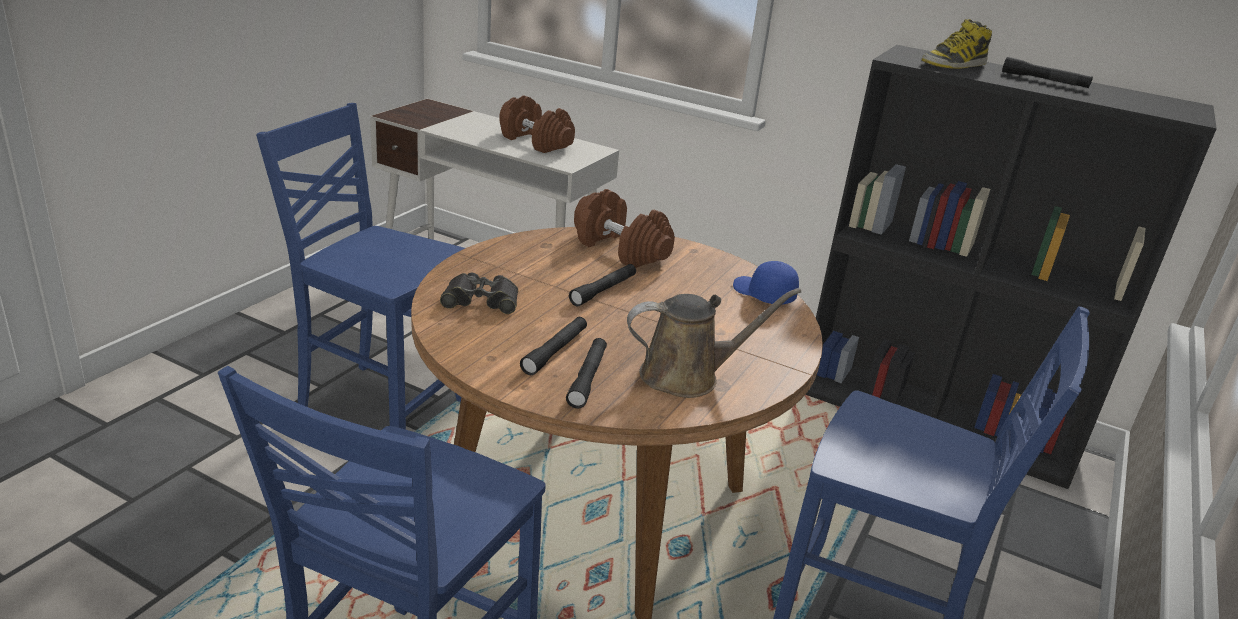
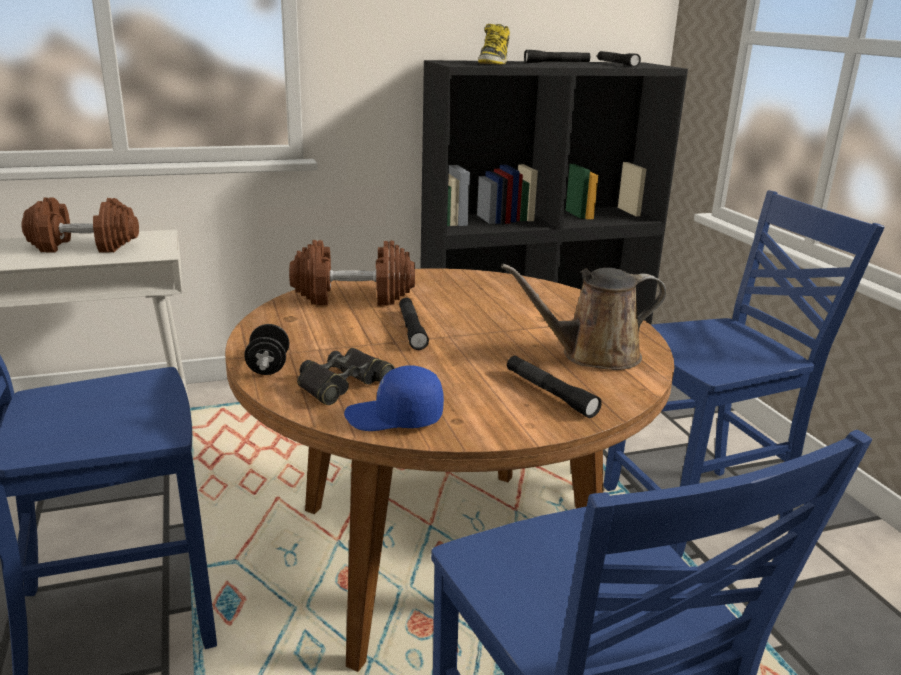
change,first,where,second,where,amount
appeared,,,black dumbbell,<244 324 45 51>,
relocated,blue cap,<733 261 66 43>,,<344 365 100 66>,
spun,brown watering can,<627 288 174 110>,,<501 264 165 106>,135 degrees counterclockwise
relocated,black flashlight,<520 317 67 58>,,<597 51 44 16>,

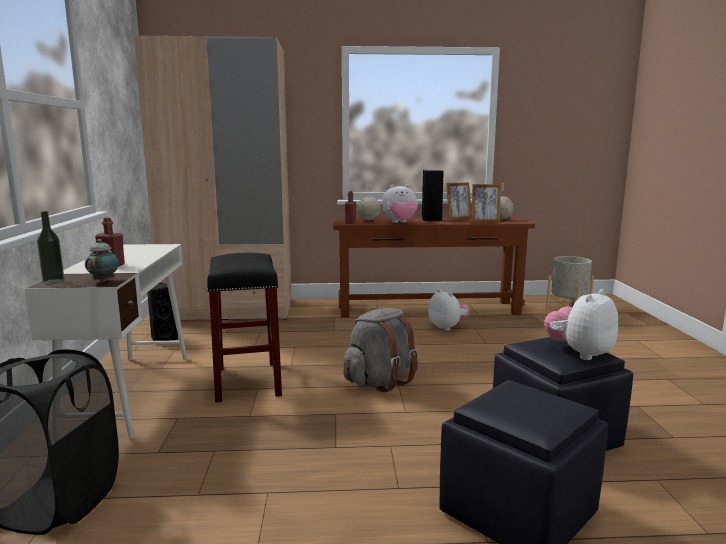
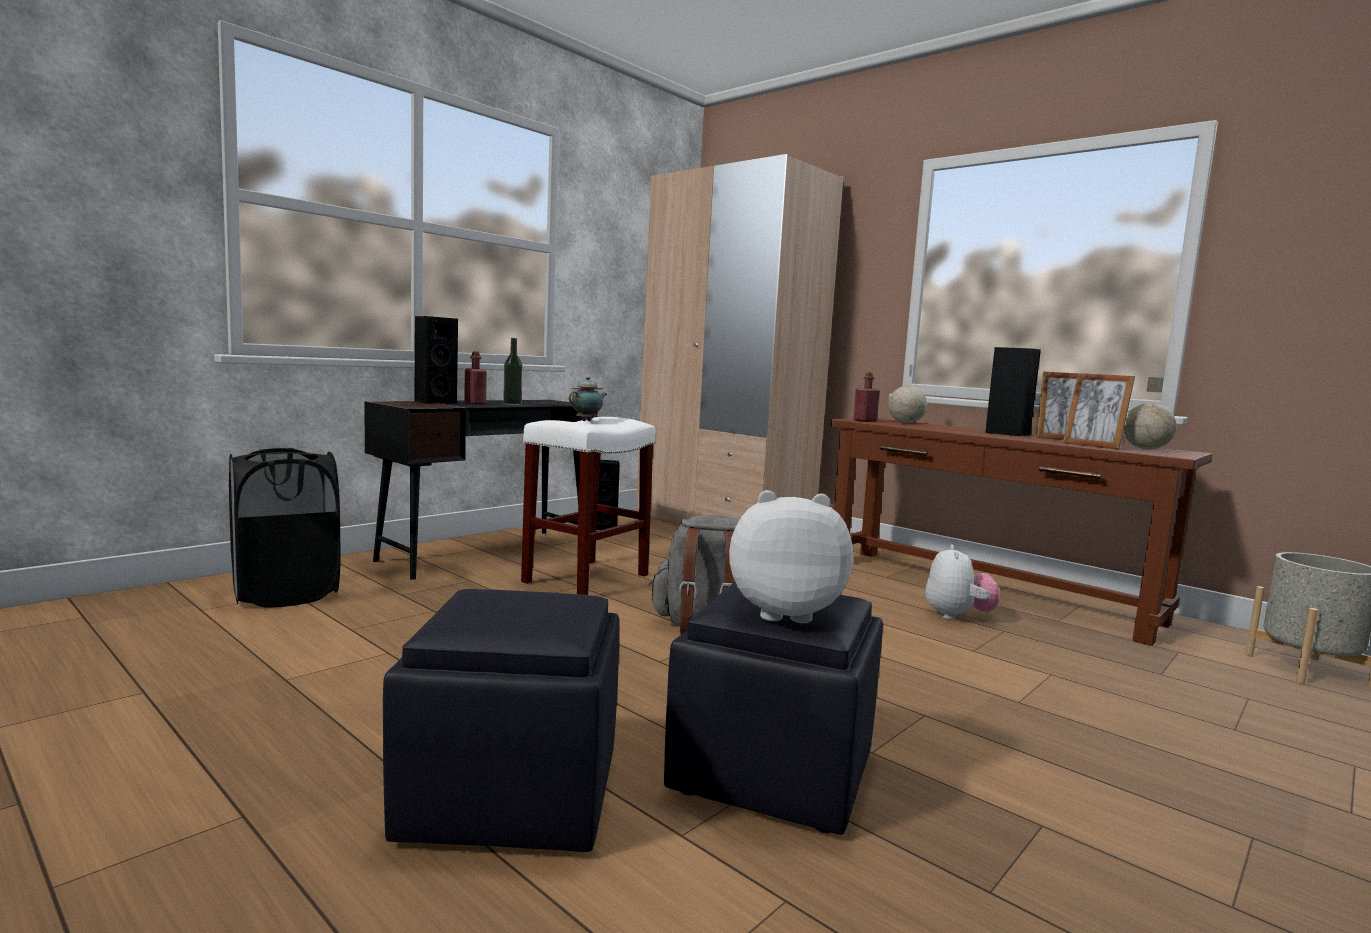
change,first,where,second,where,amount
colour,white desk,<25 244 162 195>,black desk,<364 400 233 180>,
appeared,,,black speaker,<415 316 43 88>,
relocated,bottle,<37 211 28 73>,,<503 338 20 67>,
colour,black stool,<207 253 75 150>,white stool,<521 417 135 178>,
relocated,teapot,<85 239 34 44>,,<569 377 38 44>,
missing,plush toy,<382 184 36 39>,,,

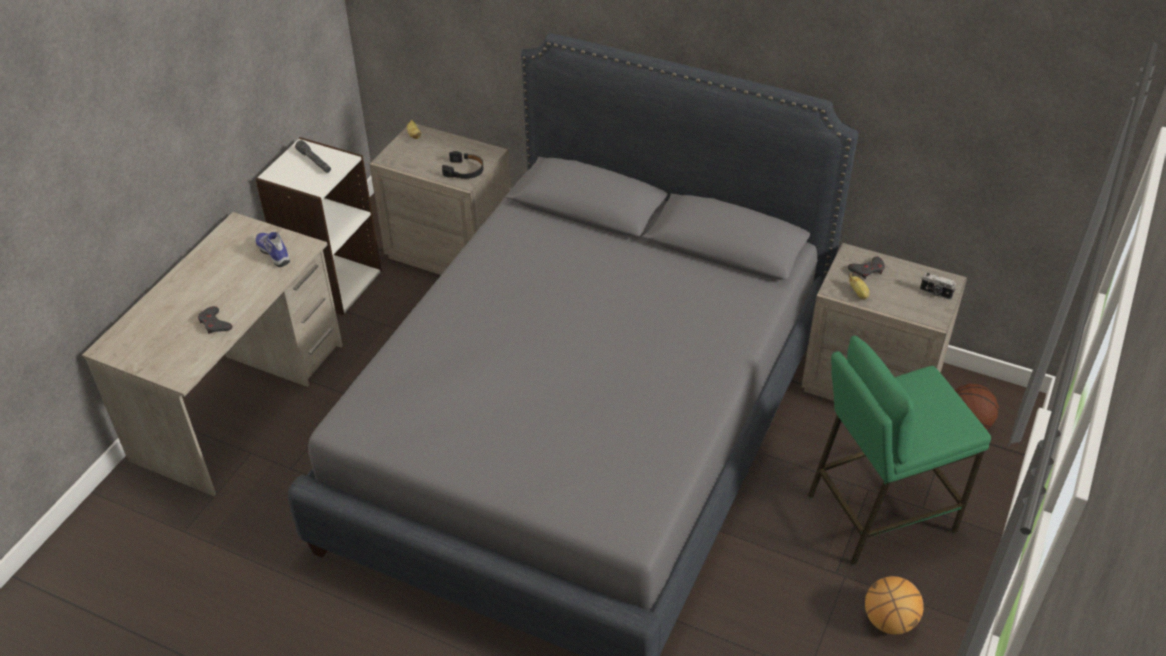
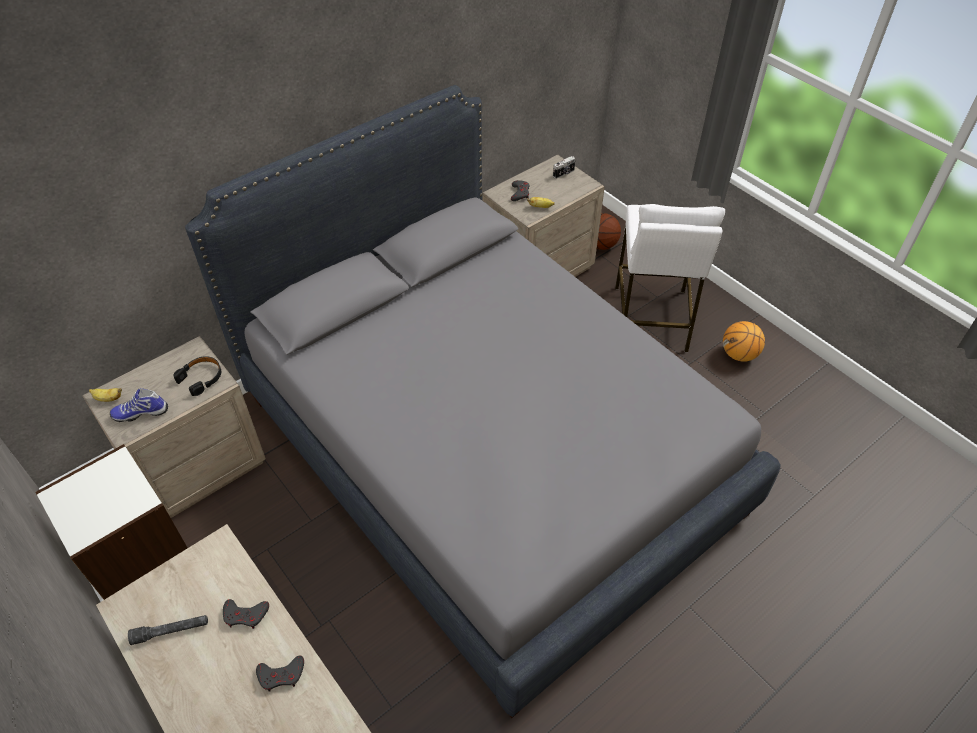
change,first,where,second,where,amount
relocated,shoe,<255 232 35 35>,,<110 388 58 34>,
relocated,grey flashlight,<295 140 36 33>,,<128 615 80 30>,
appeared,,,grey game controller,<223 599 46 30>,
colour,green stool,<808 336 183 229>,white stool,<615 204 110 148>,

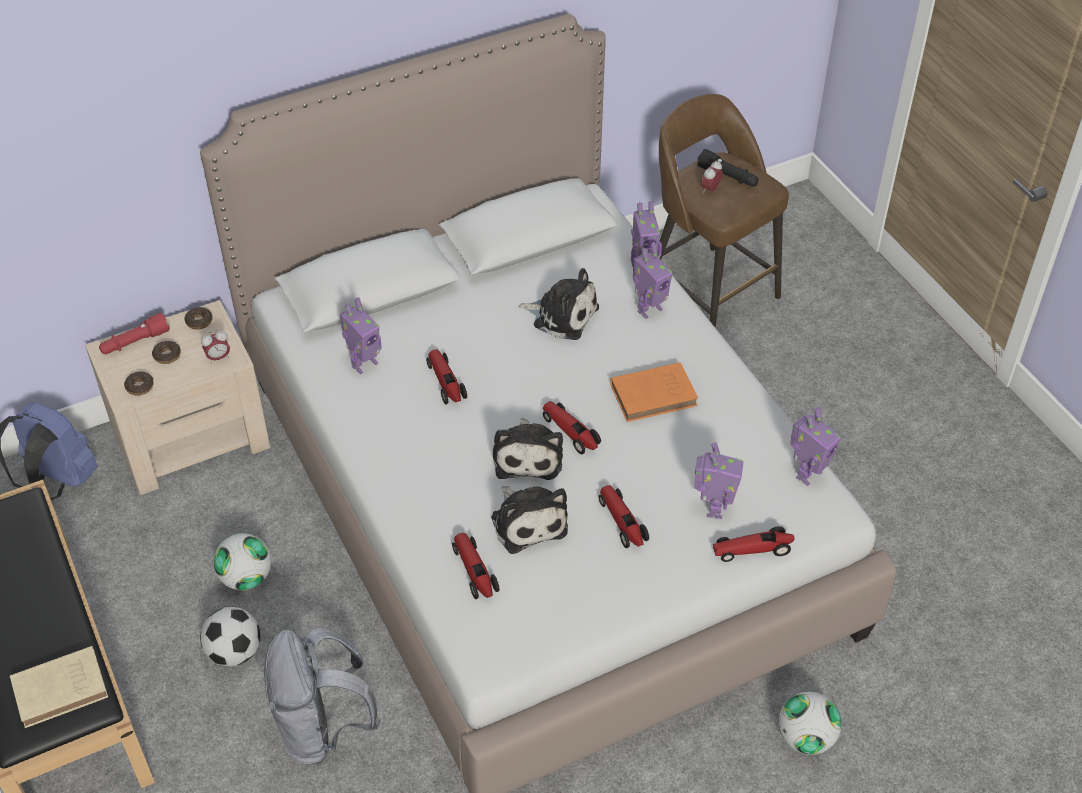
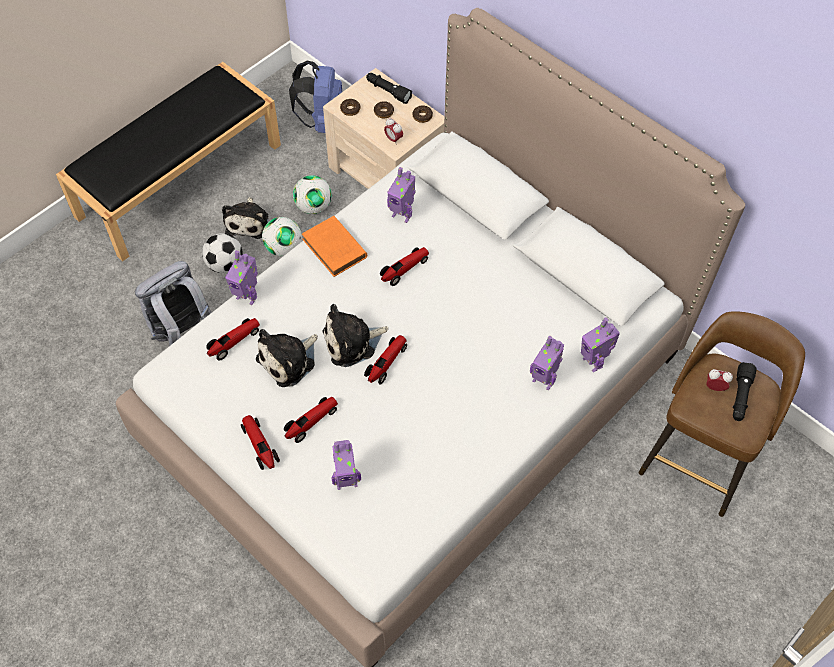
change,first,where,second,where,amount
relocated,plush toy,<518 268 81 72>,,<222 197 46 42>,
relocated,toy robot,<790 407 51 79>,,<225 250 33 55>,
relocated,toy car,<713 526 82 36>,,<241 415 39 55>,
relocated,football,<779 692 62 63>,,<293 175 38 39>,
relocated,orange book,<610 362 88 60>,,<302 216 65 61>,
colour,red flashlight,<99 313 71 41>,black flashlight,<366 73 46 31>,
missing,beige book,<10 646 98 82>,,,

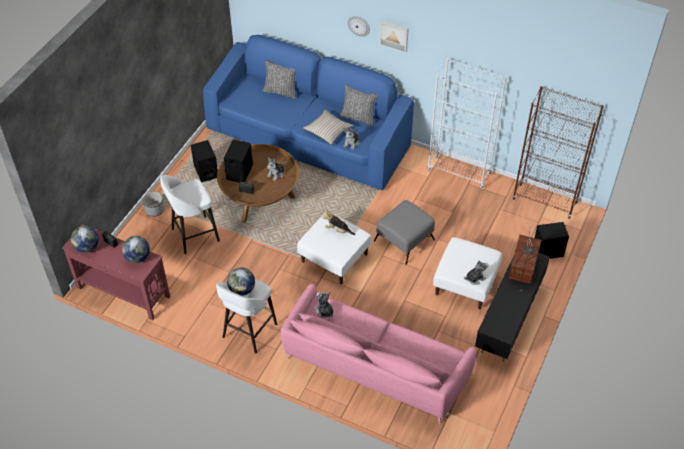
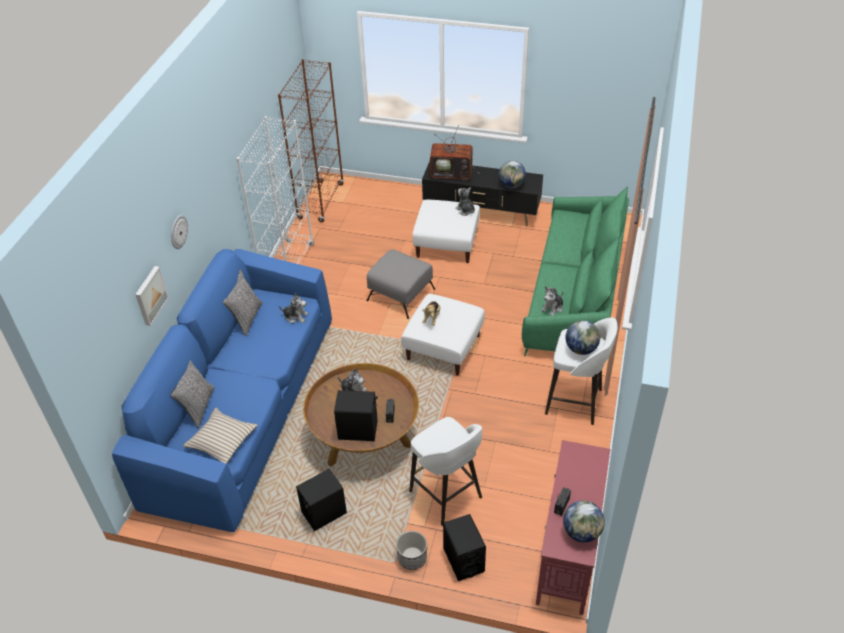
change,first,where,second,where,amount
relocated,picture,<379 20 30 33>,,<135 266 34 60>,
relocated,beige pillow,<303 110 50 35>,,<183 408 75 56>,
relocated,black speaker,<535 222 34 37>,,<443 514 43 67>,
relocated,globe,<122 236 28 27>,,<499 161 27 27>,
colour,pink sofa,<281 284 195 140>,green sofa,<522 186 107 170>,

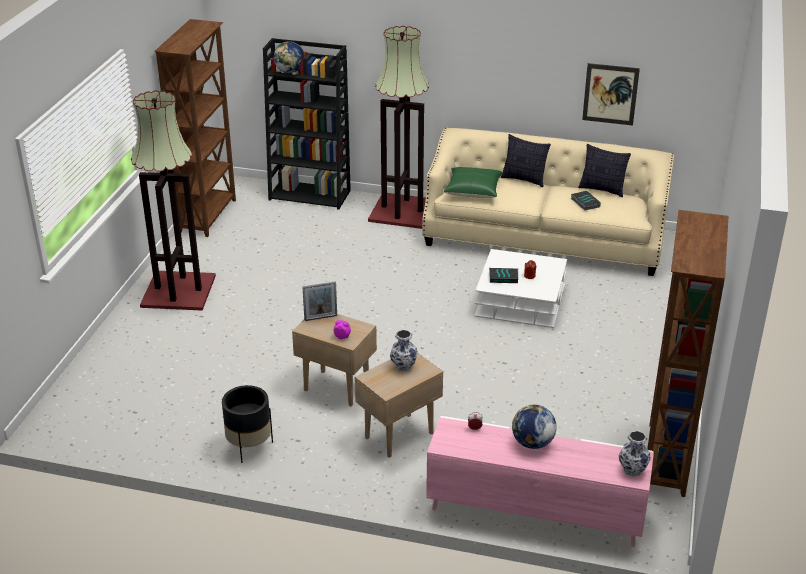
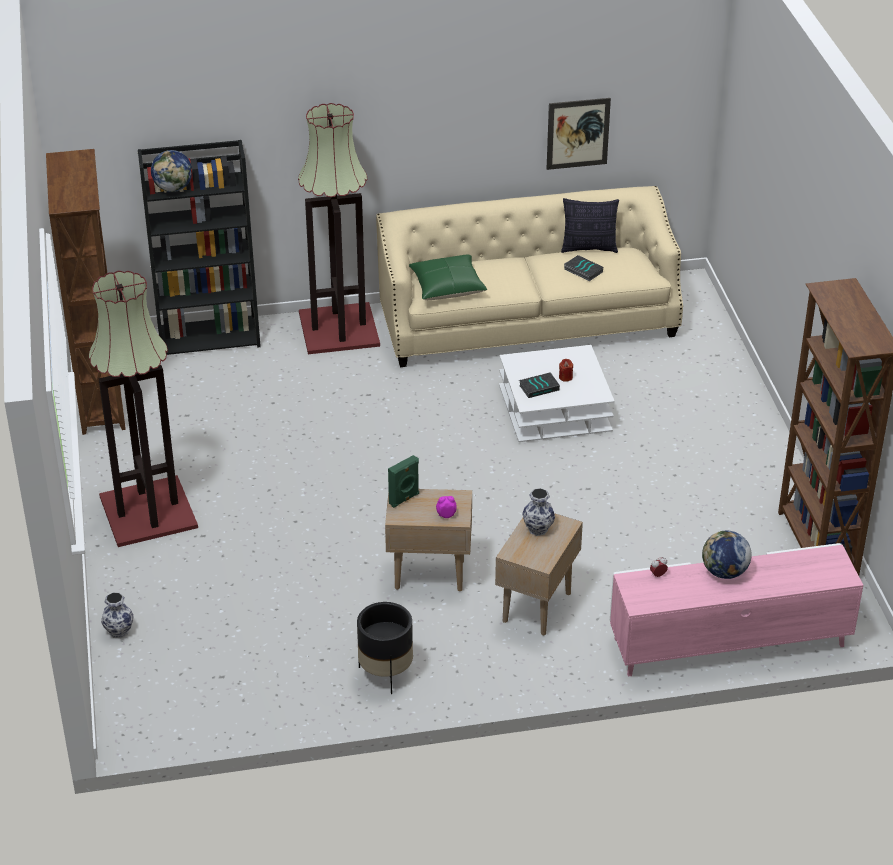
change,first,where,second,where,amount
relocated,vase,<619 431 32 46>,,<101 592 33 46>,
exchanged,picture frame,<302 281 35 40>,green speaker,<388 455 31 53>,
missing,pillow,<501 134 50 53>,,,

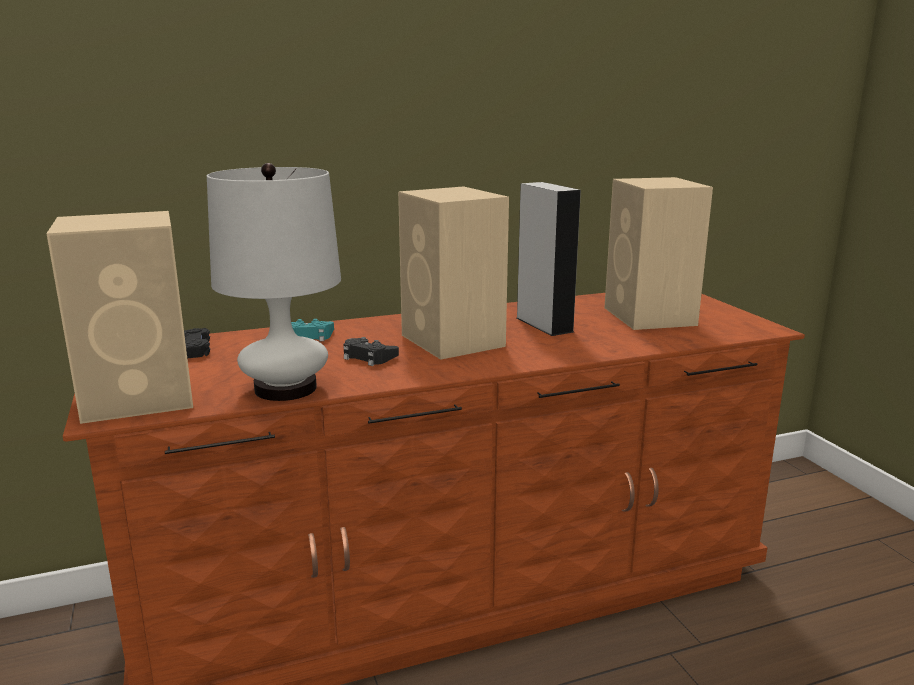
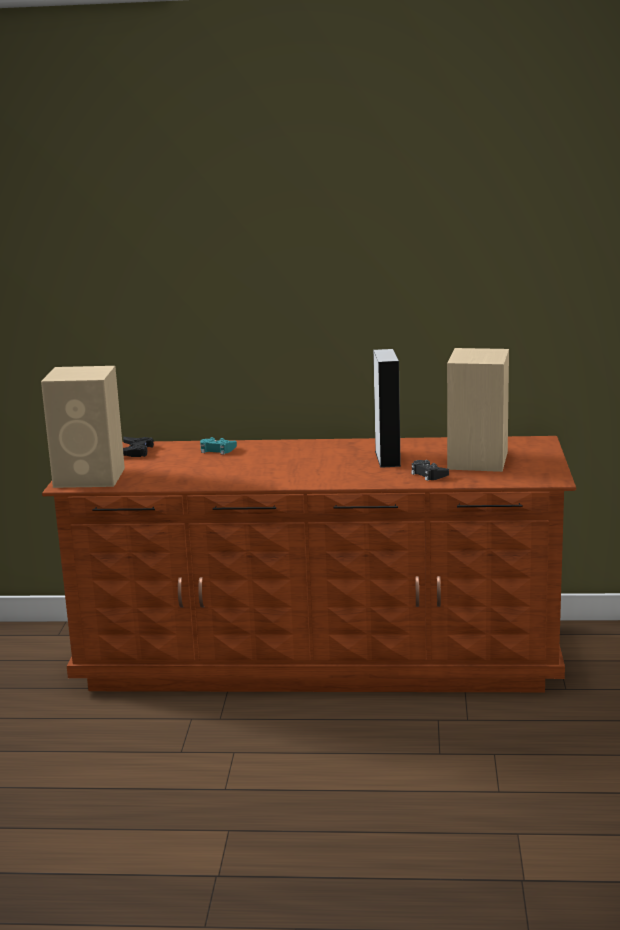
change,first,where,second,where,amount
relocated,black game controller,<343 337 56 29>,,<411 460 38 21>,
missing,white table lamp,<207 163 134 238>,,,
missing,beige speaker,<398 186 111 174>,,,

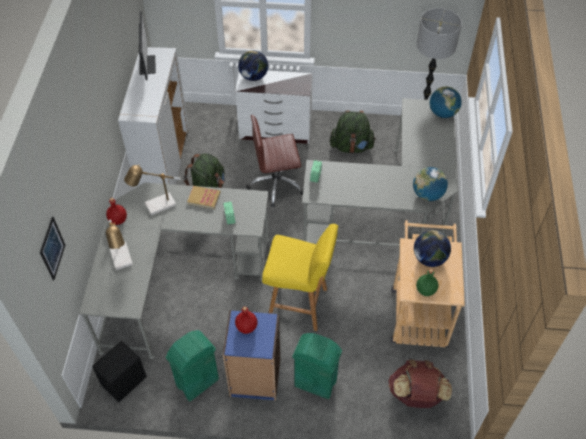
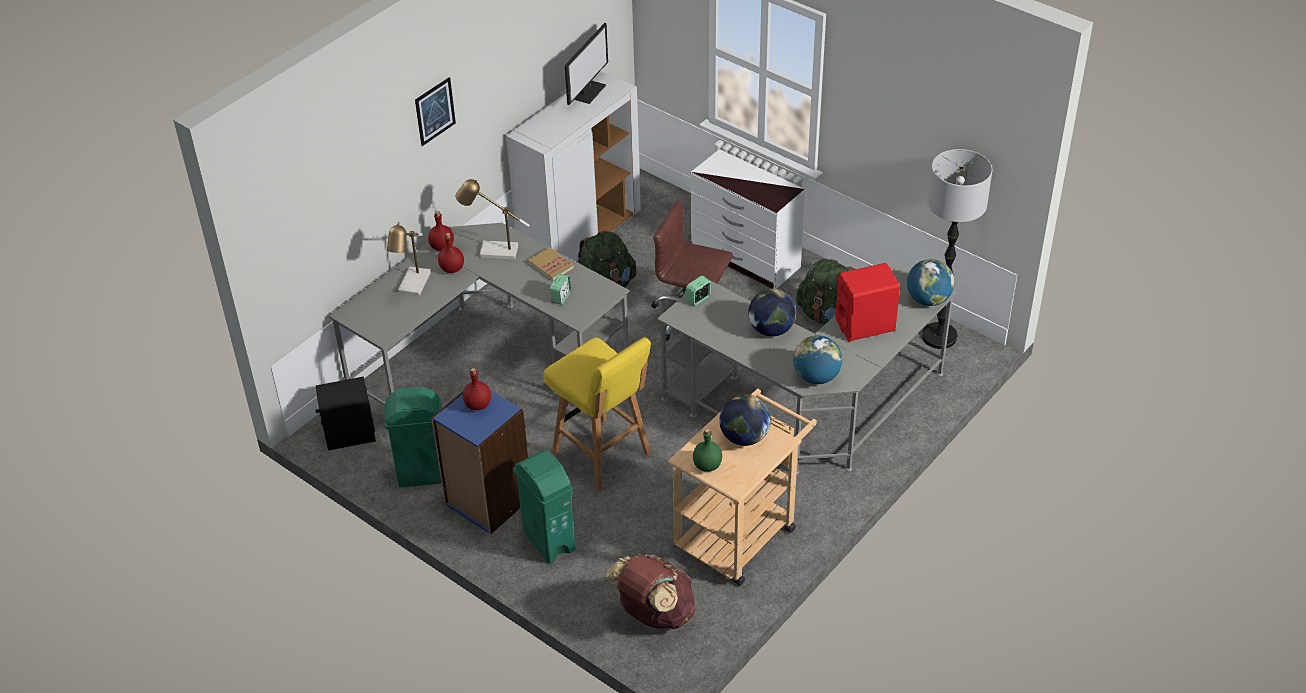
change,first,where,second,where,amount
relocated,picture,<40 216 25 64>,,<415 77 41 69>,
appeared,,,red bottle,<438 233 26 40>,
relocated,globe,<238 50 30 31>,,<748 289 48 47>,
appeared,,,red speaker,<836 263 64 78>,

